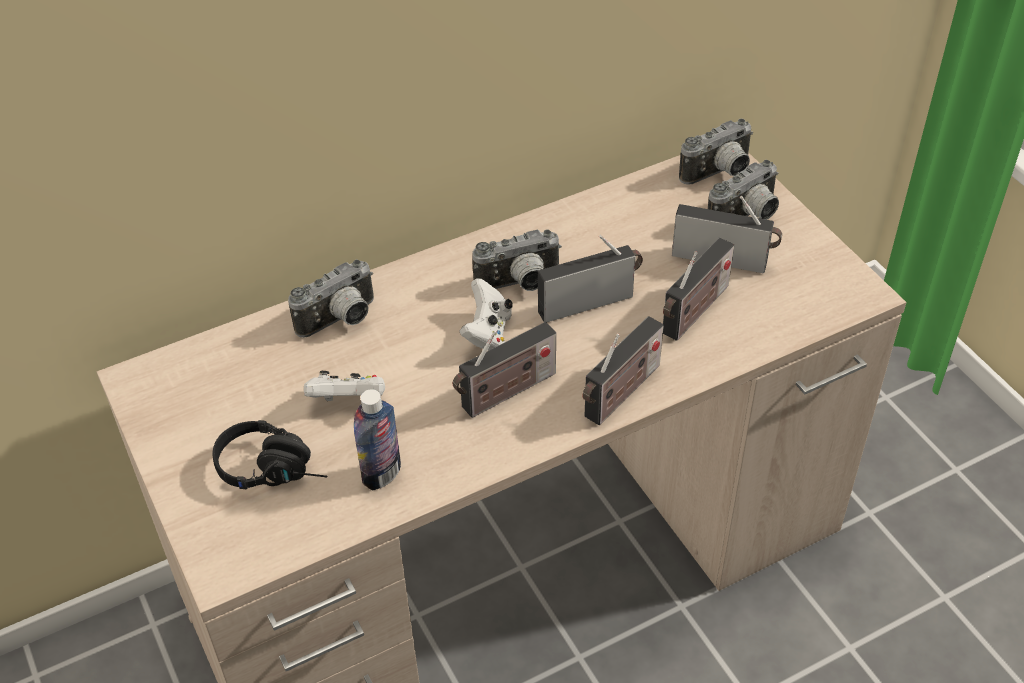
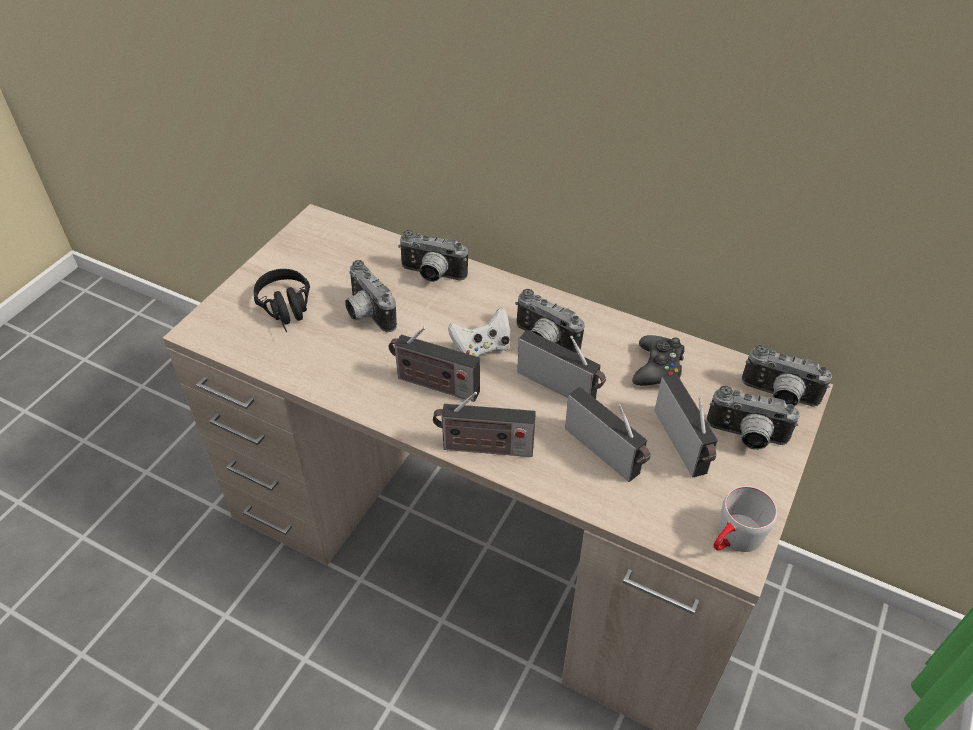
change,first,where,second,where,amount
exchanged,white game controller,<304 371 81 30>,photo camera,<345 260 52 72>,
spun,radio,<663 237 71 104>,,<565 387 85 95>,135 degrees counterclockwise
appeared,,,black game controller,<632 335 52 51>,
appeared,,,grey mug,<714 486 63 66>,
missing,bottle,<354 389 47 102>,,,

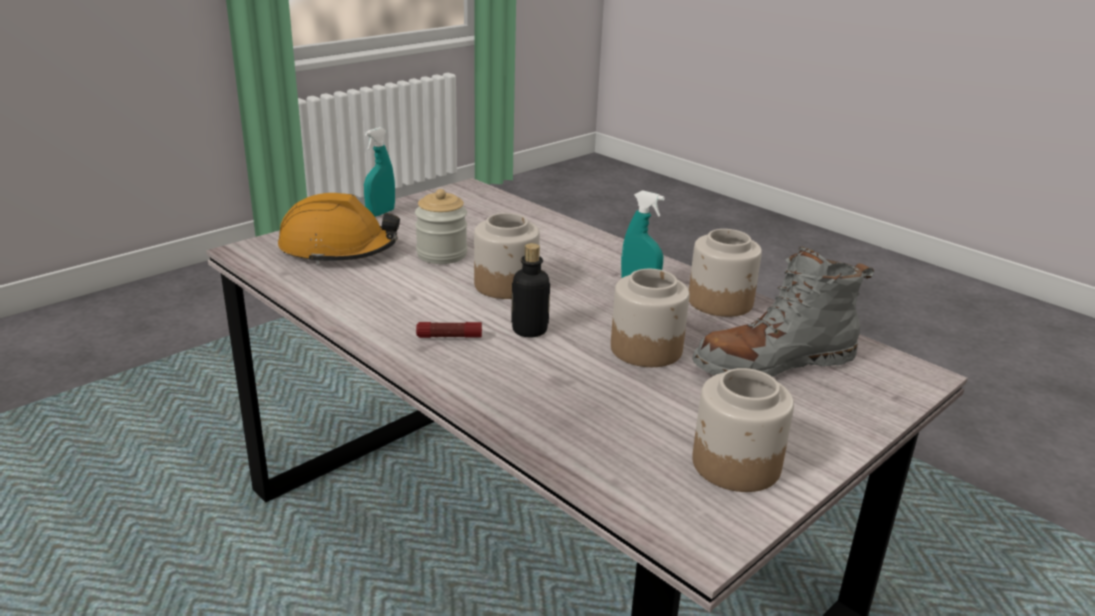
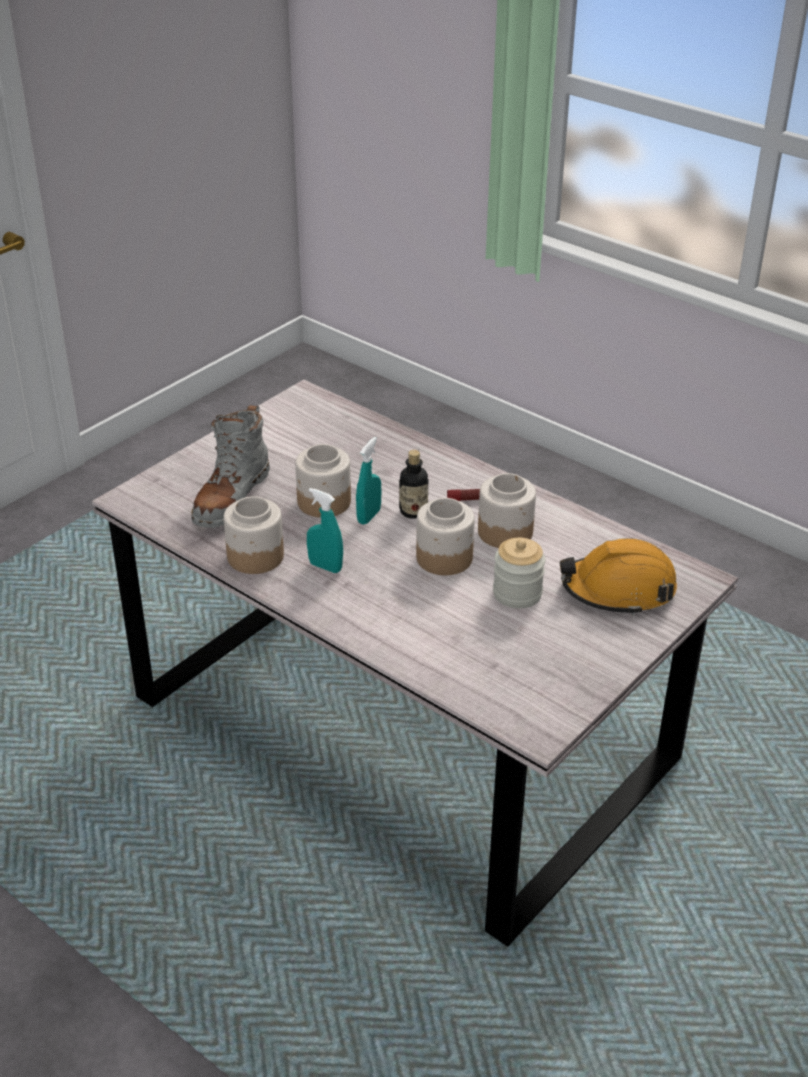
change,first,where,second,where,amount
spun,grey boot,<692 247 182 129>,,<191 405 79 123>,135 degrees clockwise
relocated,turquoise spray bottle,<364 127 31 90>,,<356 437 25 88>,
relocated,jar,<692 368 102 124>,,<478 473 58 75>,

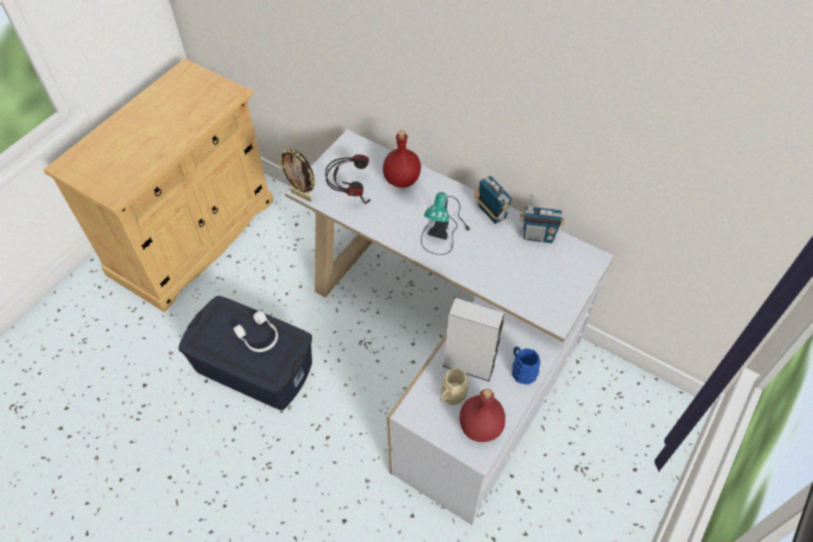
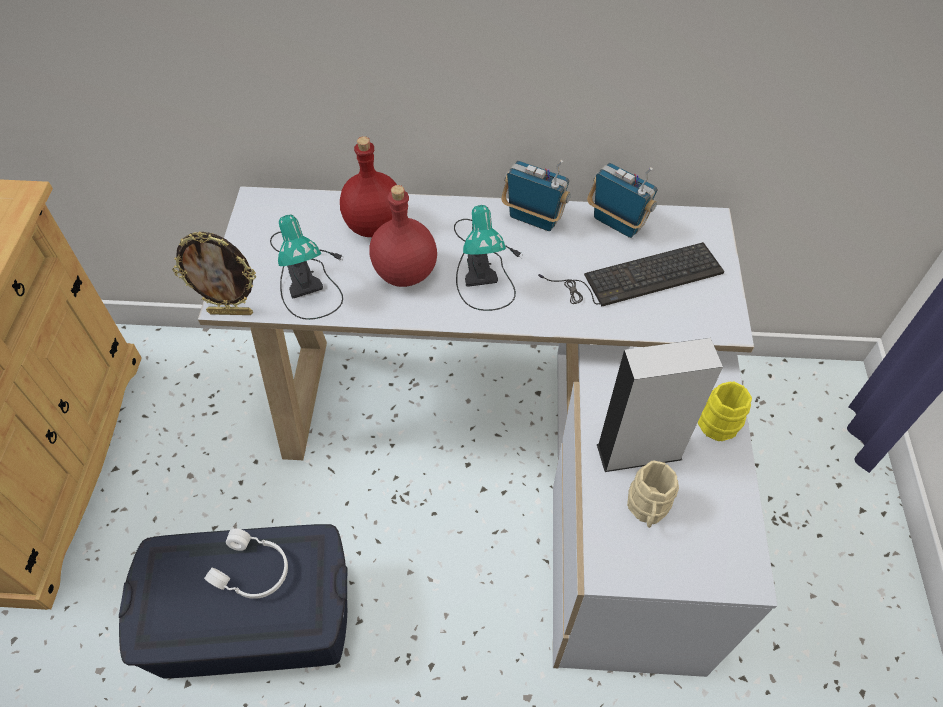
change,first,where,second,where,amount
exchanged,headphones,<325 154 46 50>,table lamp,<270 215 75 105>,
relocated,red bottle,<460 389 45 53>,,<369 185 68 102>,
appeared,,,keyboard,<538 242 186 64>,
spun,radio,<520 194 45 49>,,<587 163 70 75>,120 degrees counterclockwise
colour,blue mug,<512 346 28 39>,yellow mug,<698 381 54 60>,

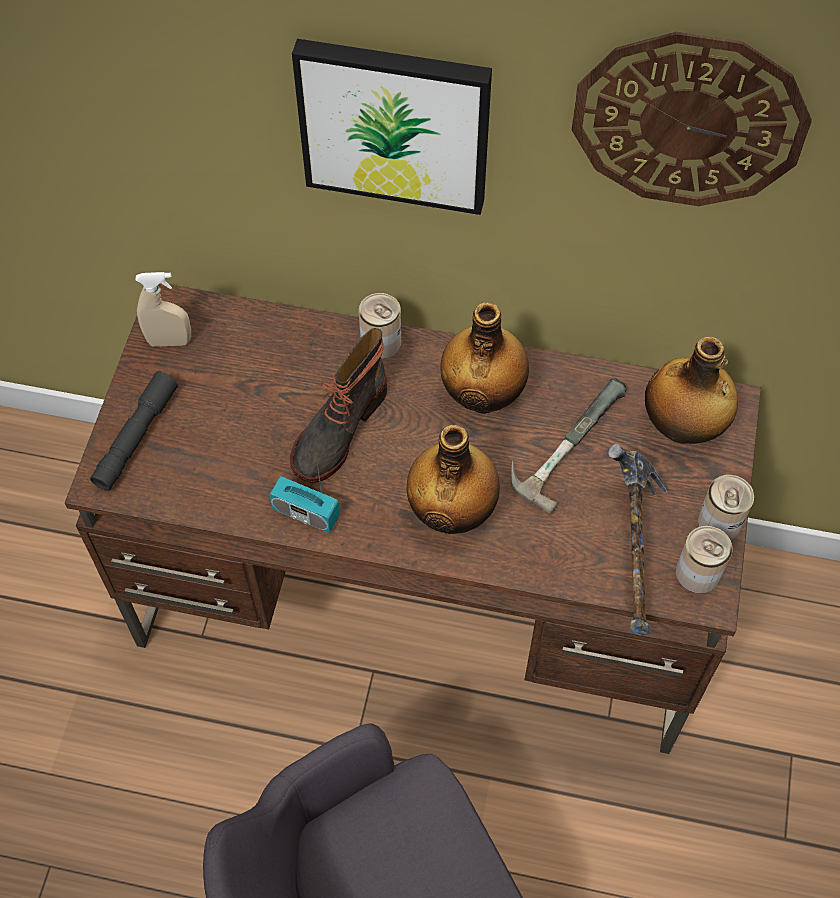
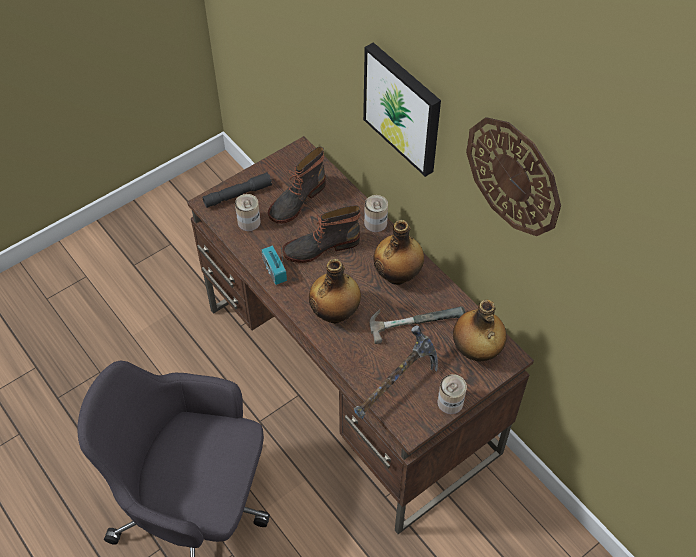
change,first,where,second,where,amount
relocated,can,<676 526 56 68>,,<235 194 26 37>,
appeared,,,boot,<268 147 58 77>,
missing,beige spray bottle,<136 272 55 75>,,,

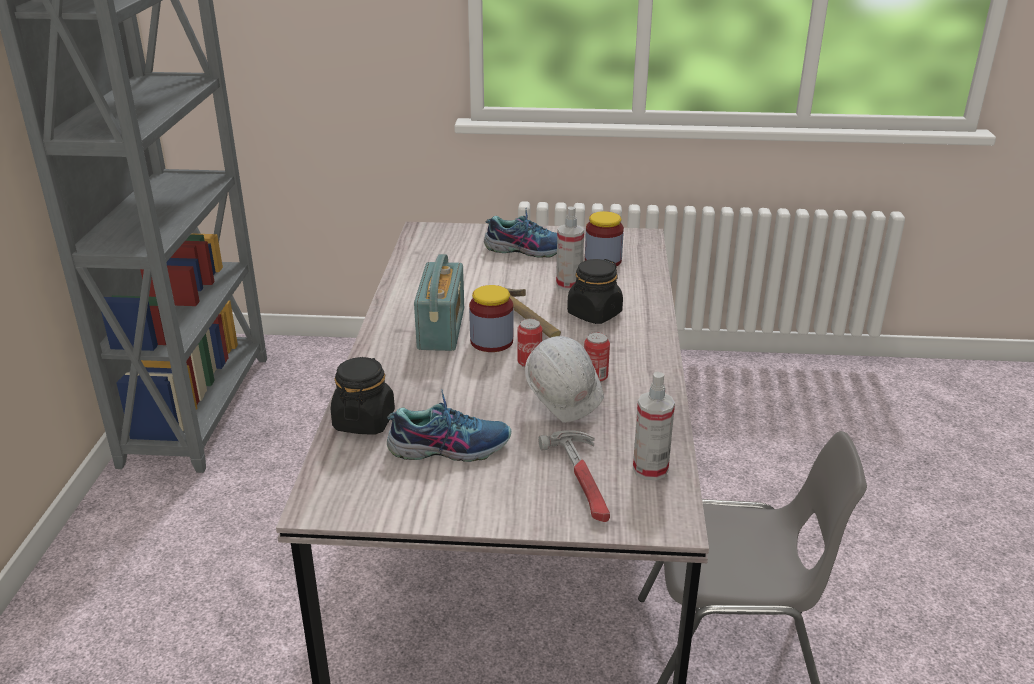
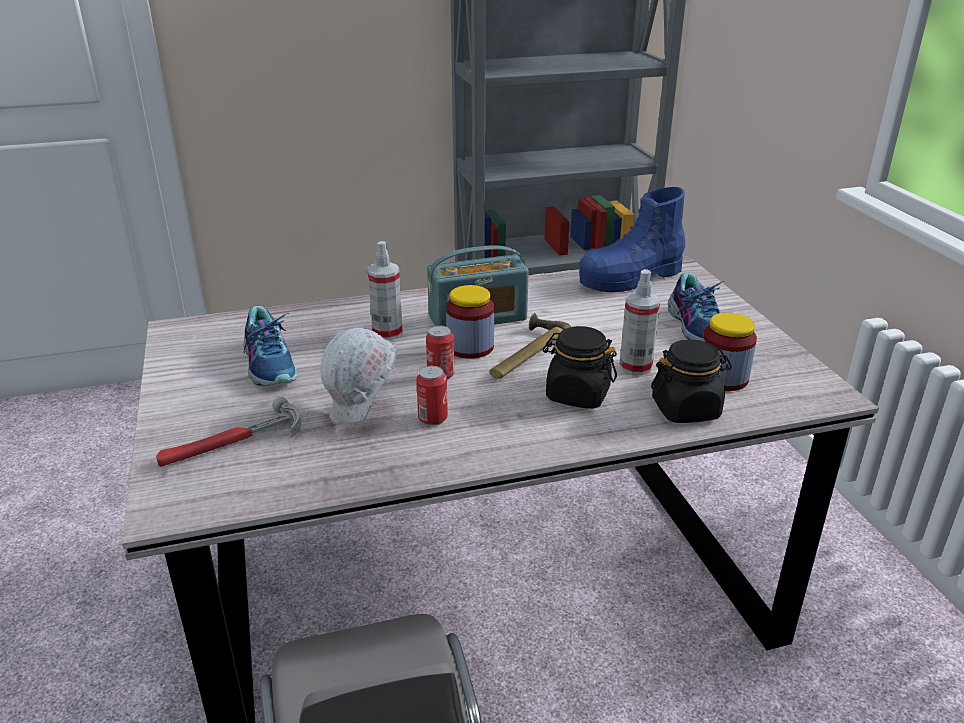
change,first,where,second,where,amount
relocated,spray bottle,<633 372 42 108>,,<368 241 35 99>,
appeared,,,blue boot,<579 187 106 105>,
relocated,black jar,<331 357 64 78>,,<651 339 81 84>,

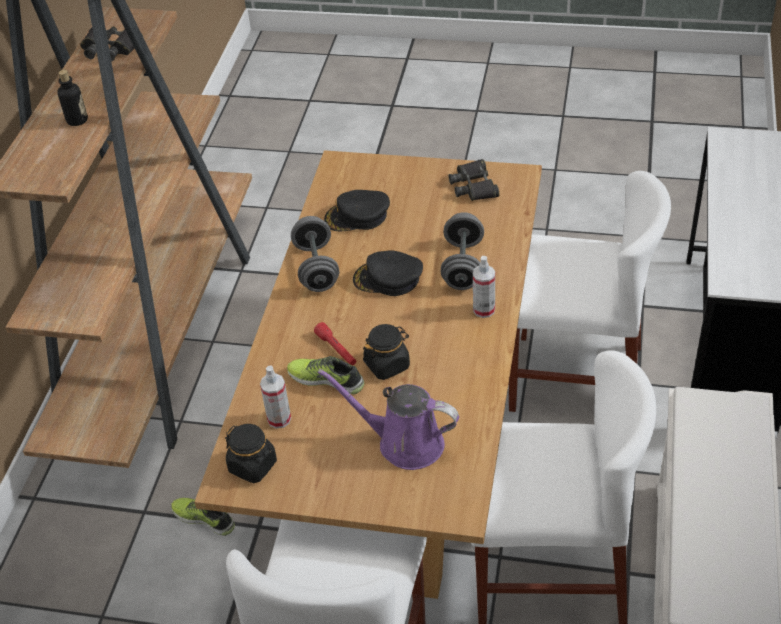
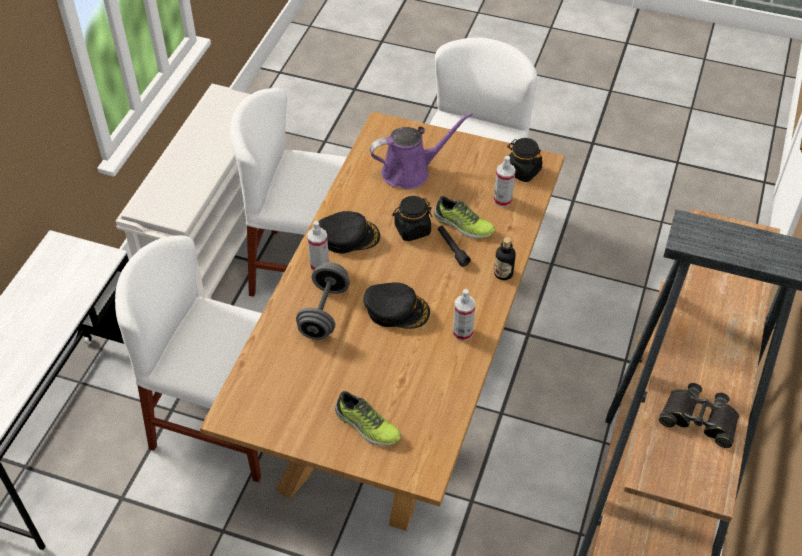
change,first,where,second,where,amount
relocated,black cap,<324 190 66 41>,,<318 211 62 43>,
relocated,shoe,<171 498 64 38>,,<335 391 66 55>,
spun,purple watering can,<317 369 142 101>,,<370 112 103 77>,45 degrees counterclockwise
colour,red flashlight,<314 322 42 44>,black flashlight,<438 226 33 41>,
exchanged,grey dumbbell,<291 216 48 76>,spray bottle,<453 289 22 52>,
relocated,bottle,<57 70 31 56>,,<494 237 22 43>,
missing,black binoculars,<449 159 50 42>,,,

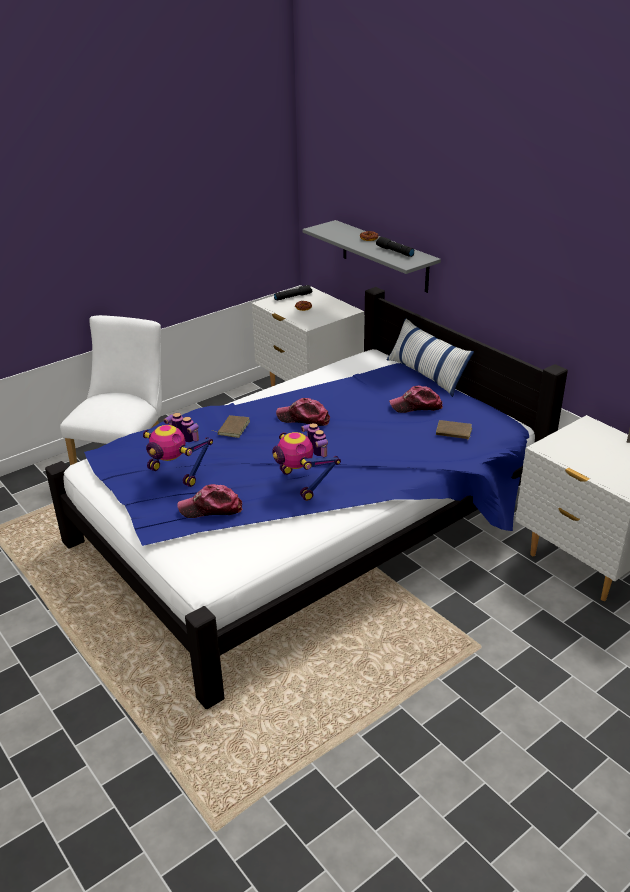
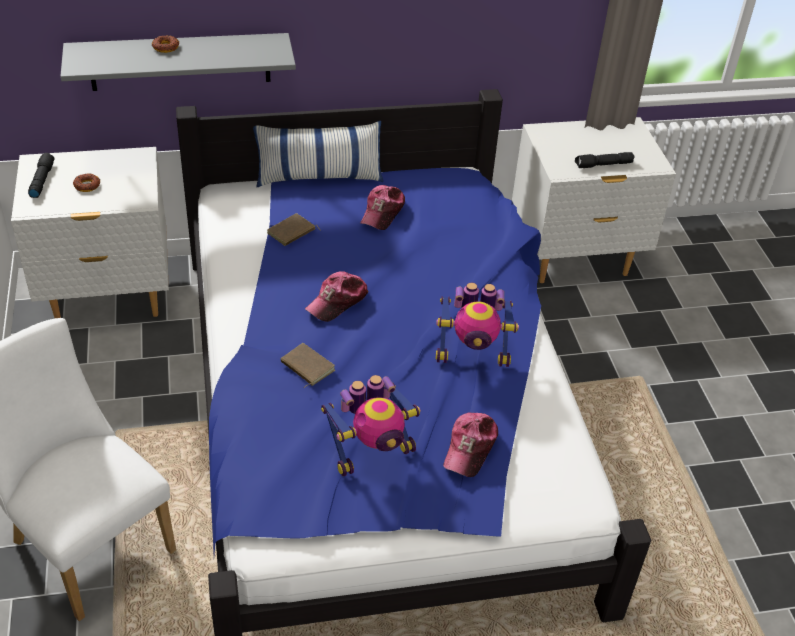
change,first,where,second,where,amount
relocated,brown book,<436 420 36 21>,,<267 213 54 33>,
relocated,black flashlight,<376 237 38 20>,,<575 152 60 16>,

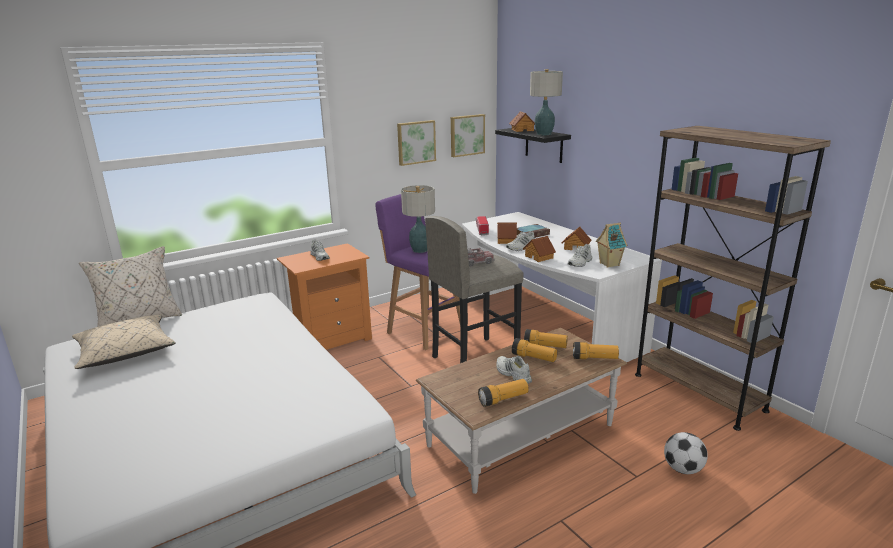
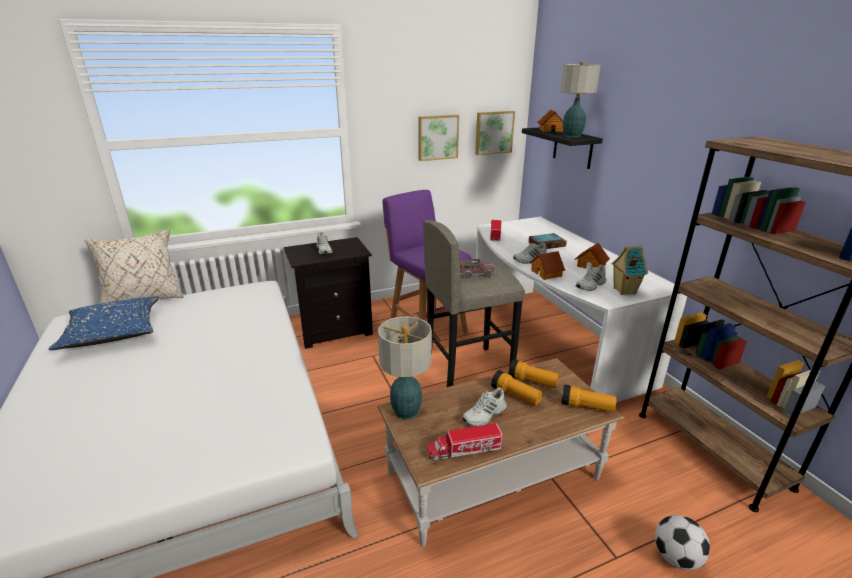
change,first,where,second,where,amount
colour,beige pillow,<72 314 104 55>,blue pillow,<48 296 111 54>,
colour,orange nightstand,<277 243 95 107>,black nightstand,<284 237 89 112>,
relocated,table lamp,<401 185 34 68>,,<378 316 54 103>,
exchanged,flashlight,<478 379 51 28>,toy truck,<426 423 78 38>,
spun,white shoe,<496 356 36 28>,,<462 387 45 40>,105 degrees counterclockwise
missing,toy house,<497 223 20 21>,,,

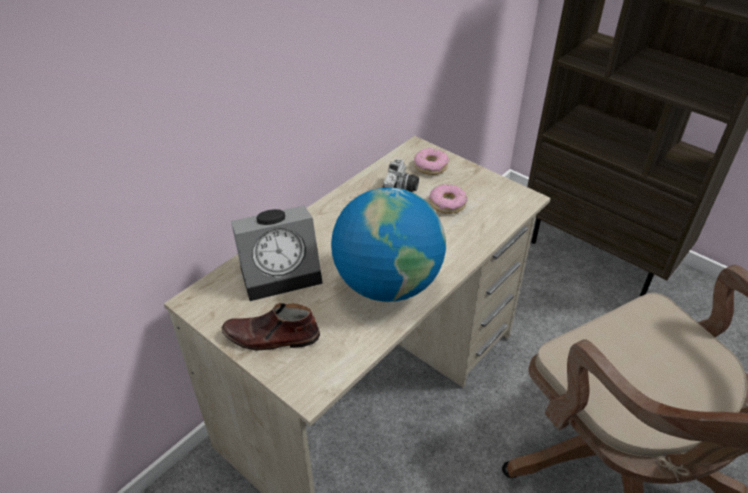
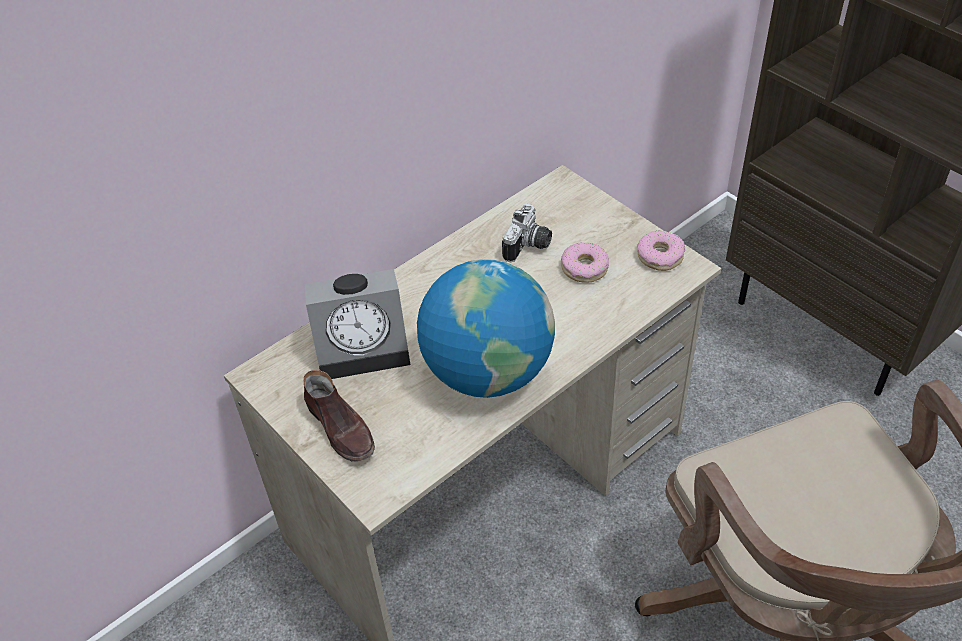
change,first,where,second,where,amount
spun,brown shoe,<222 303 98 48>,,<303 370 72 92>,135 degrees counterclockwise
relocated,donut,<414 148 35 27>,,<638 230 47 41>,

